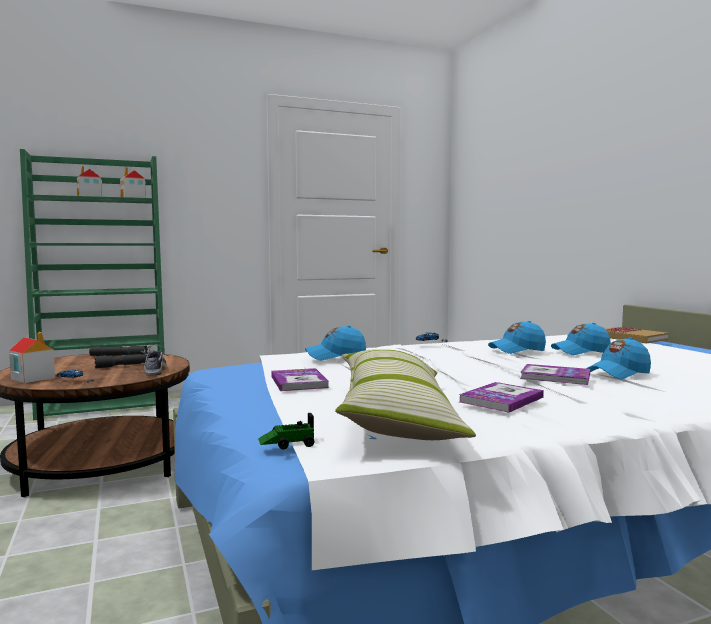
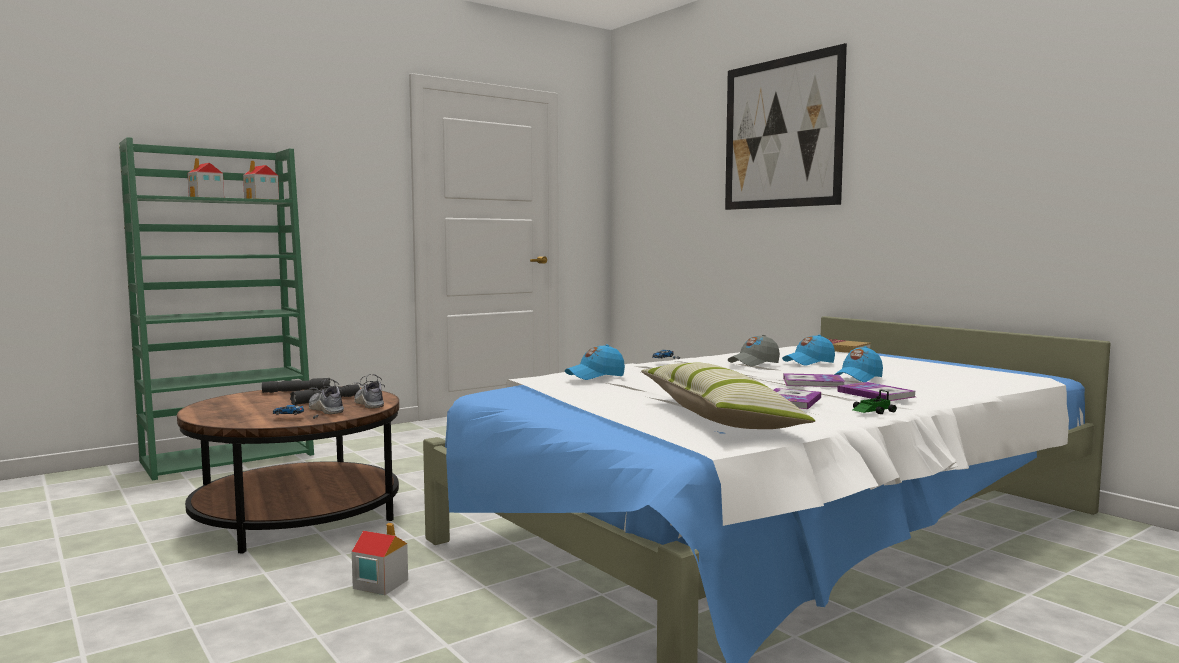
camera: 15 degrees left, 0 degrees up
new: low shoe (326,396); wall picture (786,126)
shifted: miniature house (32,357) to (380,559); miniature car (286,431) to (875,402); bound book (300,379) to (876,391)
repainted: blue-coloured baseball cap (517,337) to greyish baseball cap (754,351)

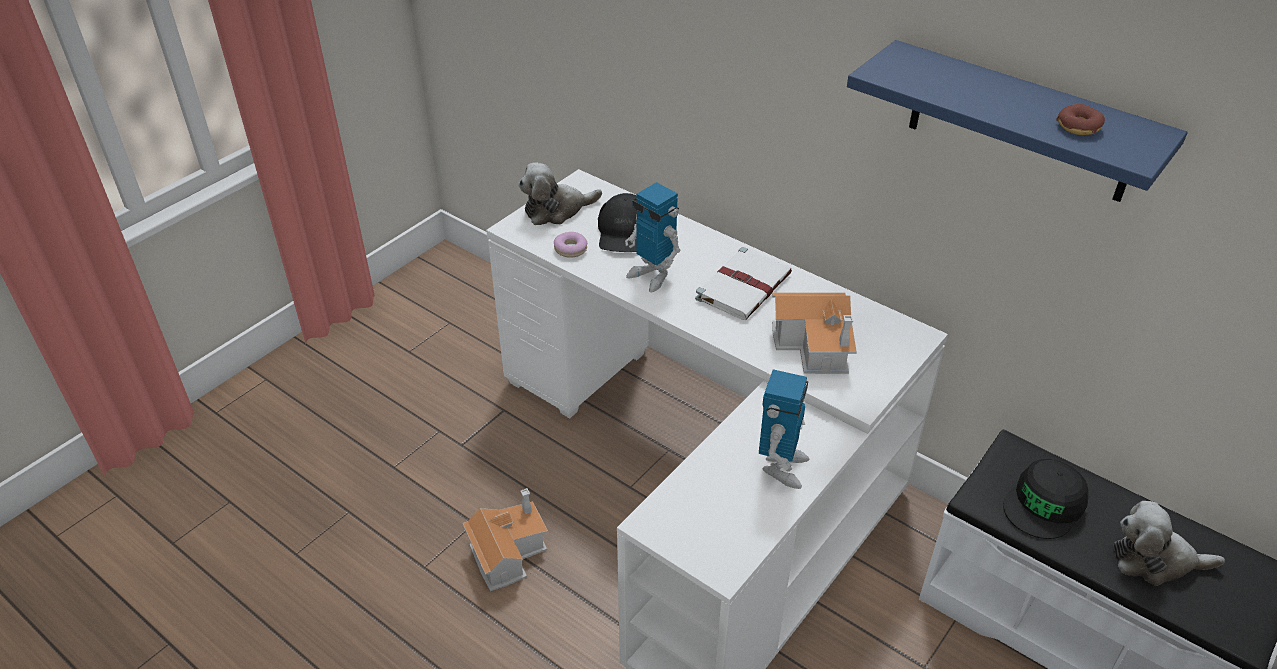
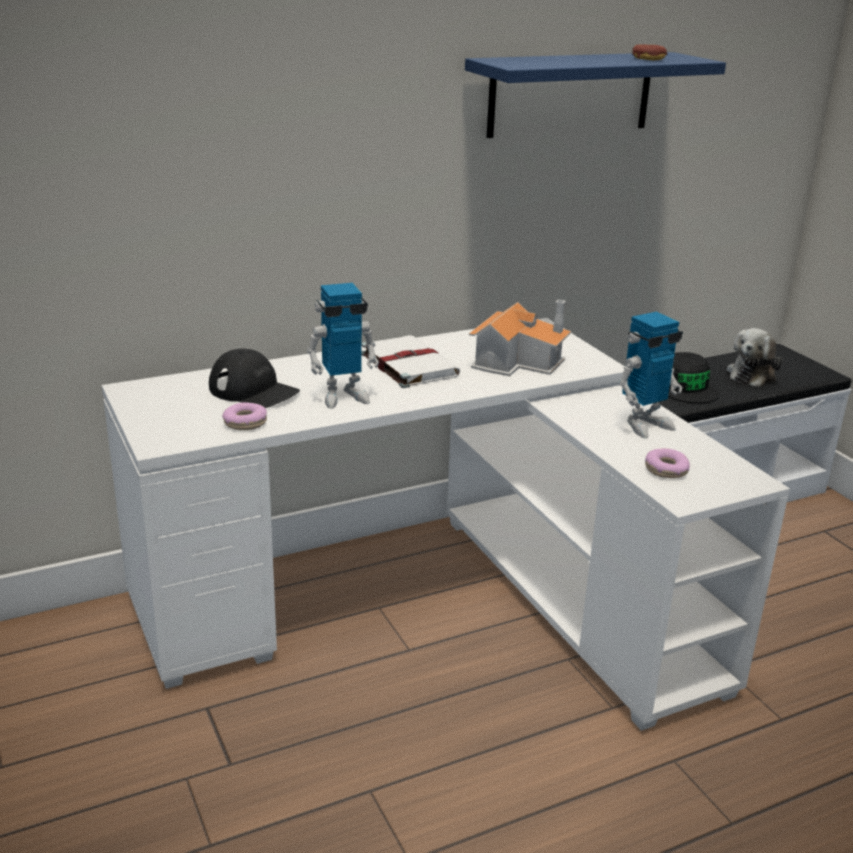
camera: 65 degrees left, 15 degrees down
gone: miniature house (505,539); cuddly toy (560,193)
new: ring doughnut (667,463)
rotated: toy robot (784,429) = (651,375) 105 degrees clockwise

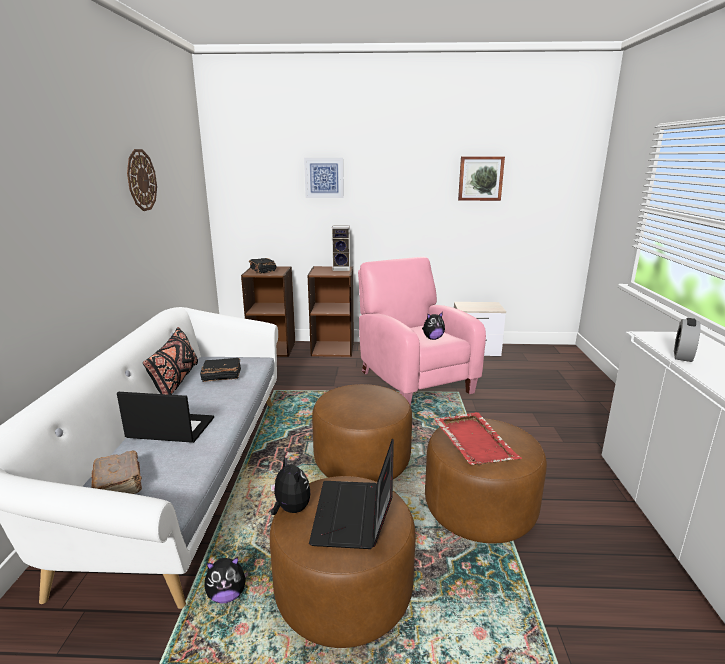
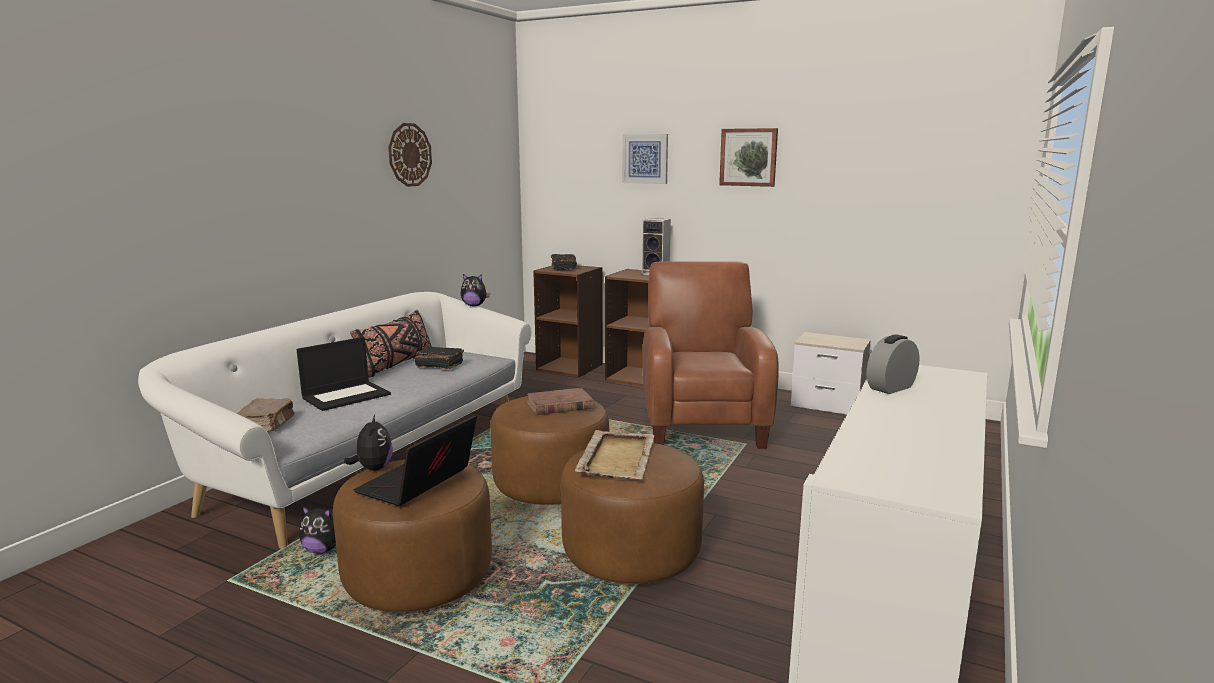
camera: 25 degrees right, 5 degrees down
new: brownish bound book (560,401)
shifted: cuddly toy (433,326) to (475,290); wall picture (481,178) to (748,157)
repainted: pink-coloured armchair (422,331) to brownish armchair (711,355); red serving tray (477,438) to sand-coloured serving tray (614,455)
rotated: portable computer (165,417) = (344,374) 105 degrees clockwise

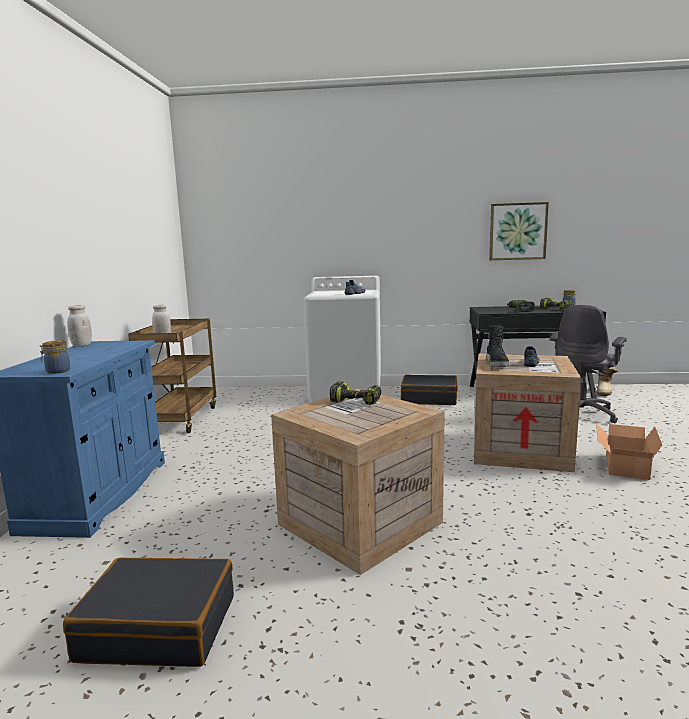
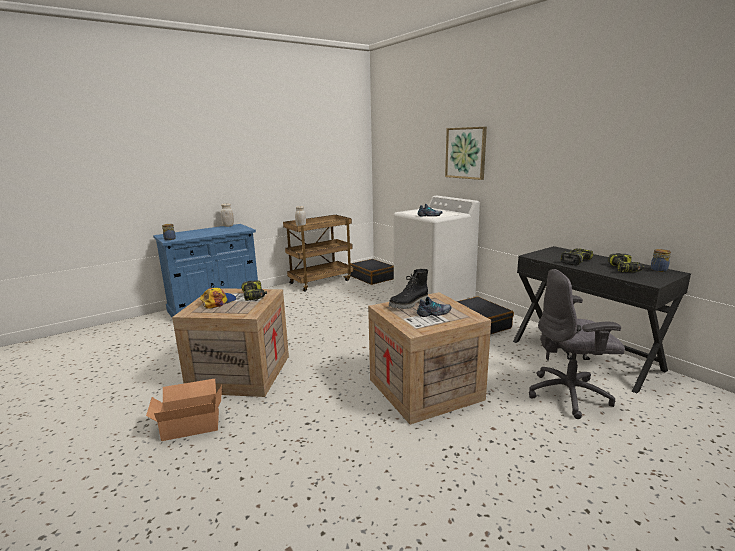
camera: 50 degrees right, 5 degrees up
gone: boot (607,380)
new: baseball cap (218,298)
shifted: black piece of luggage (148,612) to (372,272); wall picture (519,231) to (466,153); packing box (629,452) to (184,410)

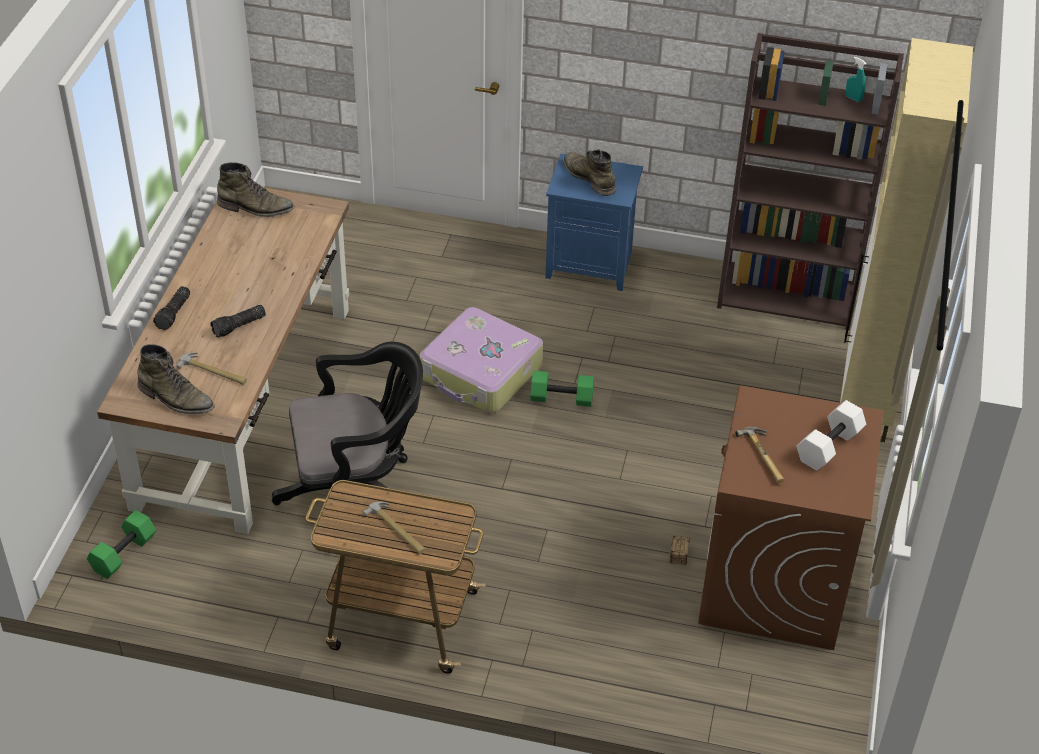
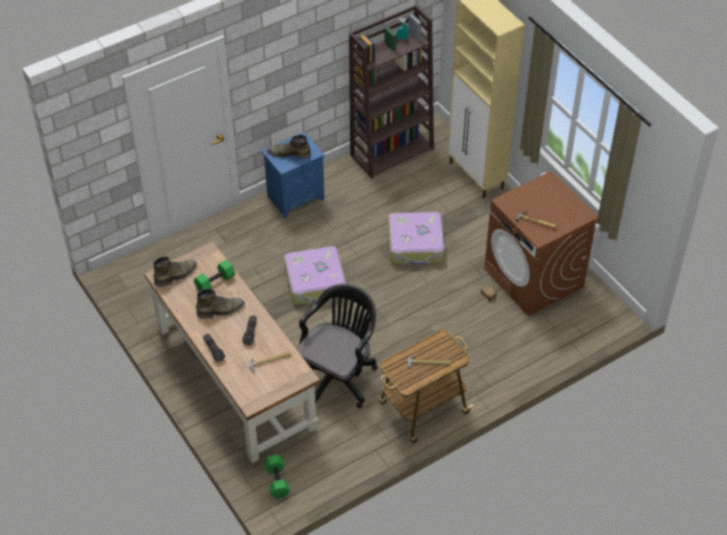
camera: 45 degrees left, 5 degrees up
gone: white-coloured dumbbell (831,435)
new: piece of luggage (416,238)
shifted: green-coloured boot (176,379) to (220,304); green-coloured dumbbell (562,389) to (214,275)

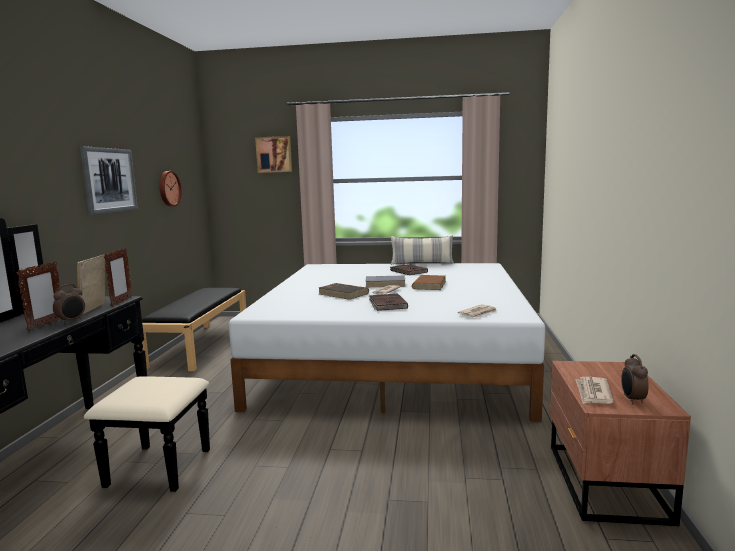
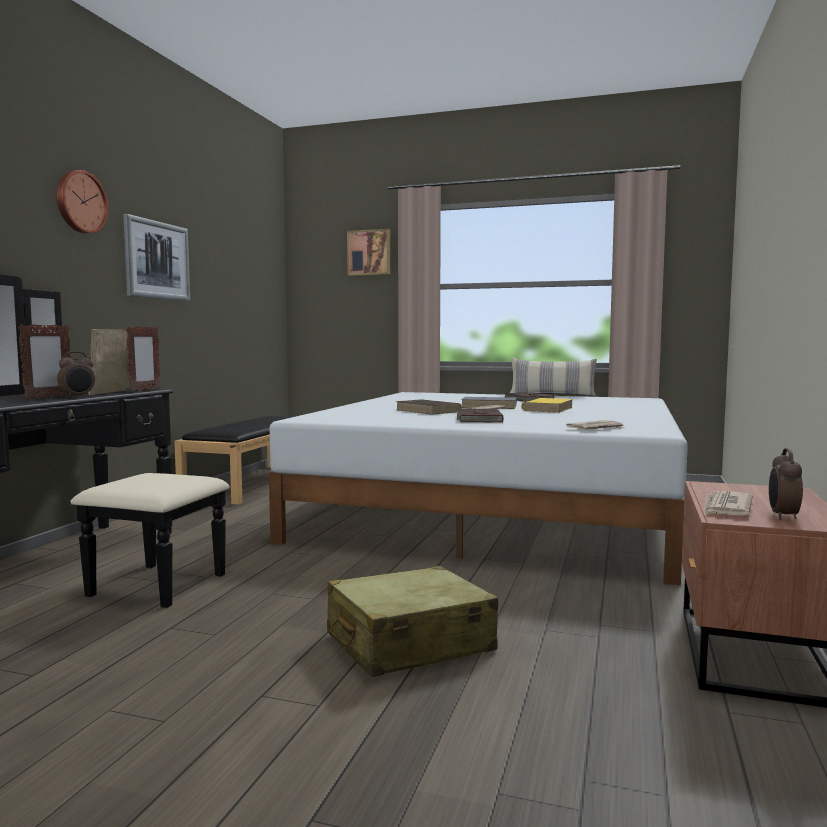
camera: 10 degrees right, 5 degrees down
new: sand-coloured piece of luggage (412,621)
shifted: wall clock (170,189) to (82,202)
repainted: brownish bound book (429,282) to yellow-coloured bound book (547,405)

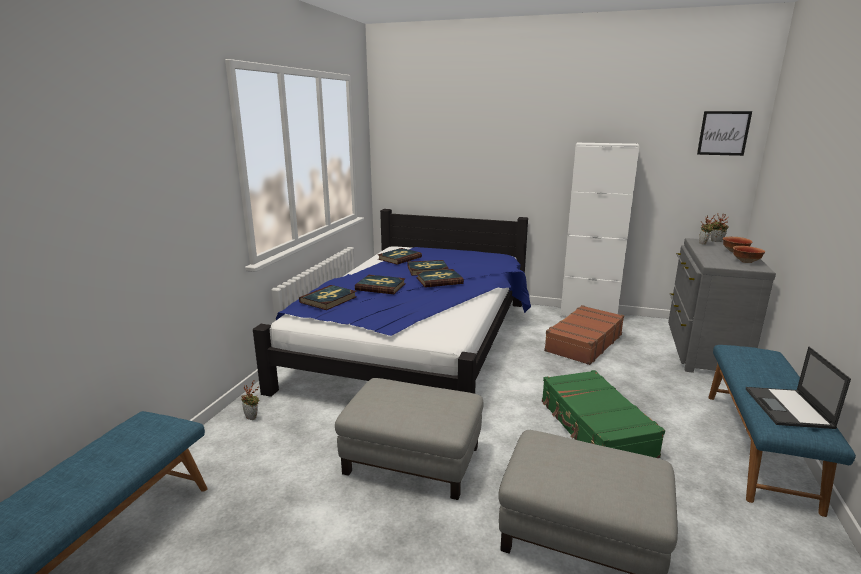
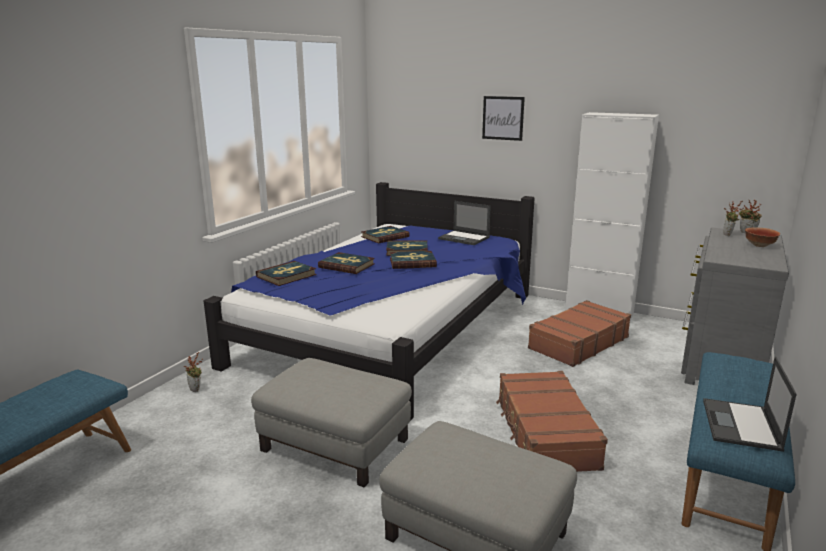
camera: 10 degrees right, 0 degrees up
gone: serving bowl (749,254)
new: portable computer (464,223)
shifted: wall picture (724,133) to (503,118)
repainted: green-coloured piece of luggage (603,414) to brownish piece of luggage (552,421)

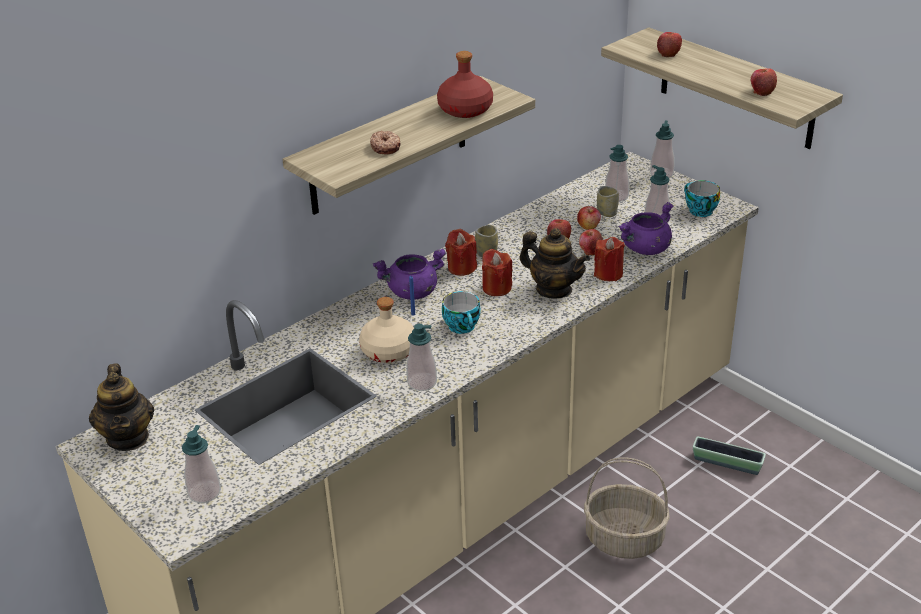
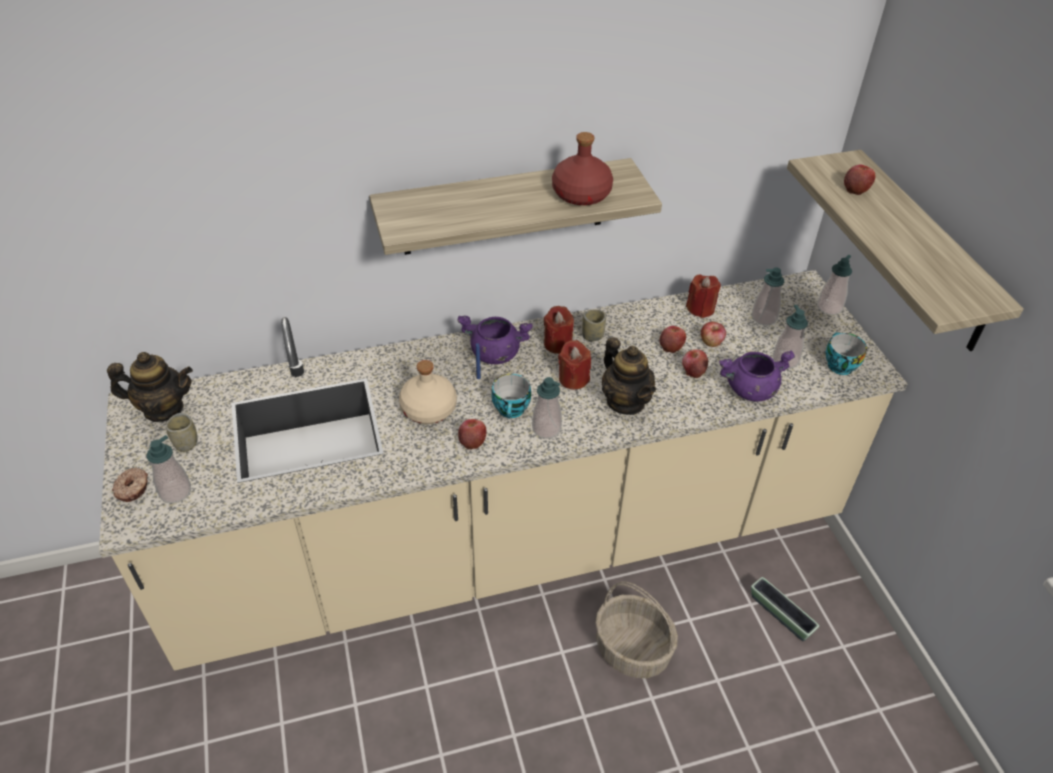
camera: 25 degrees right, 10 degrees up
shifted: ring doughnut (385,143) to (130,484); soap bottle (421,357) to (547,408); red wax light (609,259) to (703,296); drinking cup (608,201) to (181,432); apple (764,82) to (472,434)
rotated: pot for tea (121,407) = (150,387) 105 degrees counterclockwise

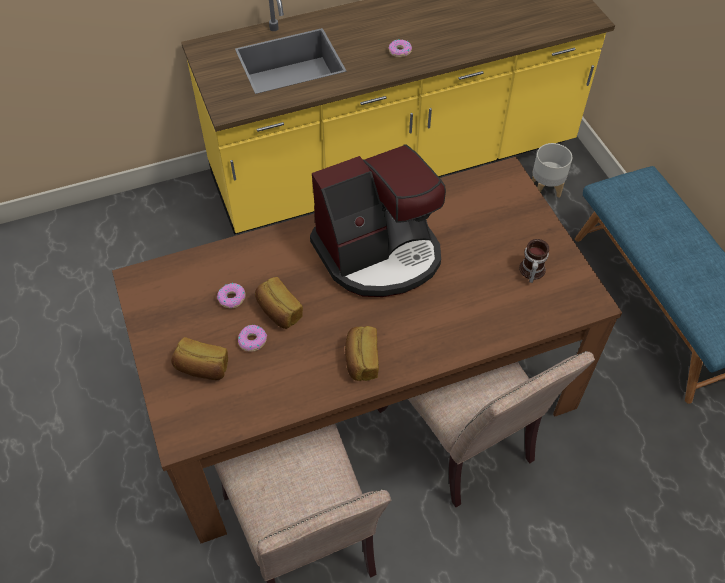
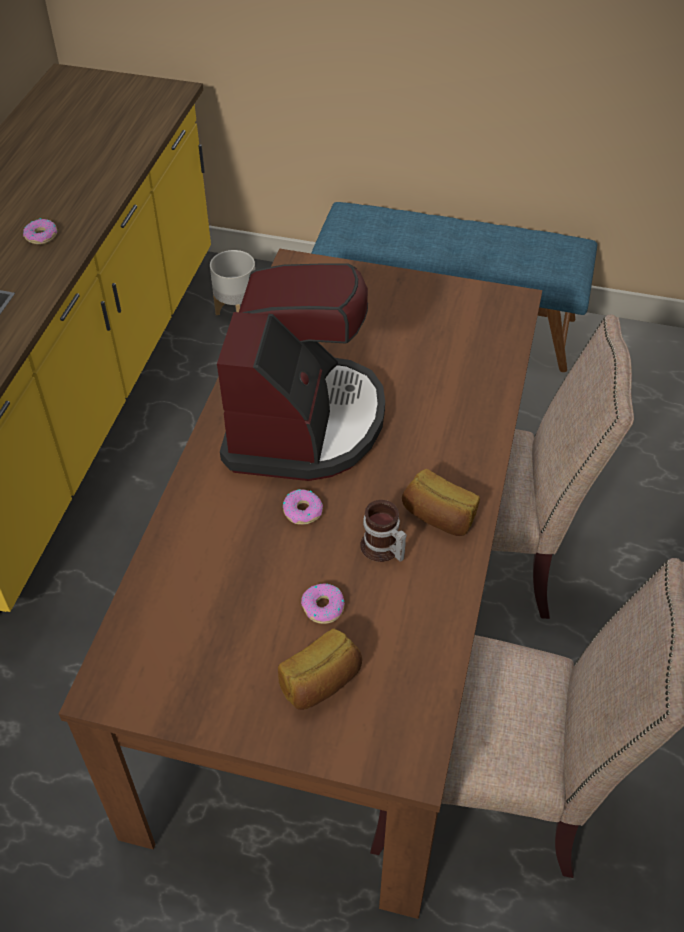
camera: 55 degrees left, 5 degrees down
gone: bakery bread (279,303)
shifted: ring doughnut (231,295) to (303,507); tea mug (534,261) to (383,531)

